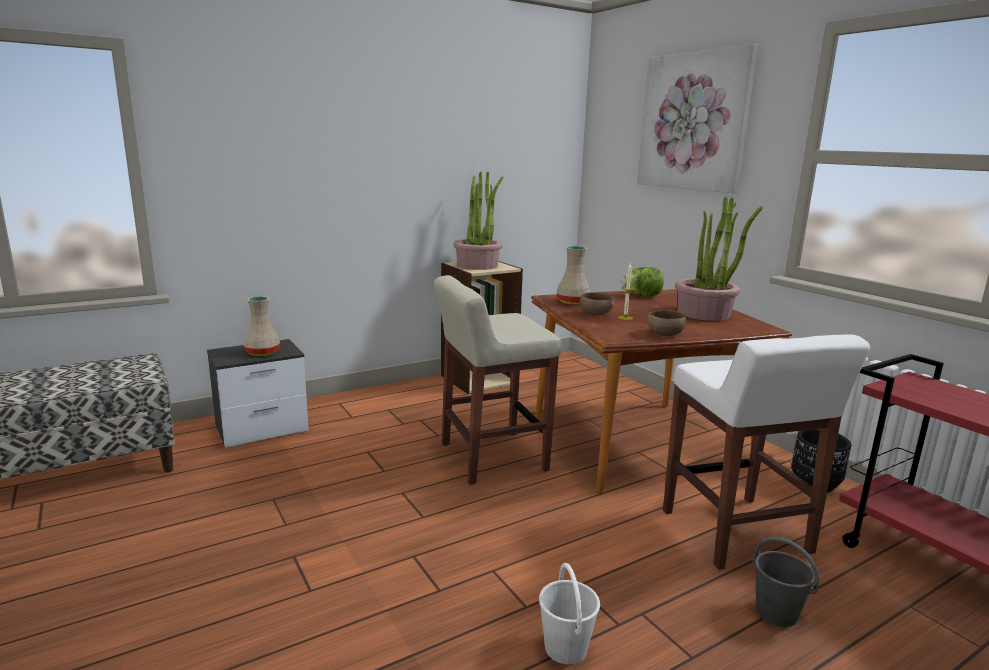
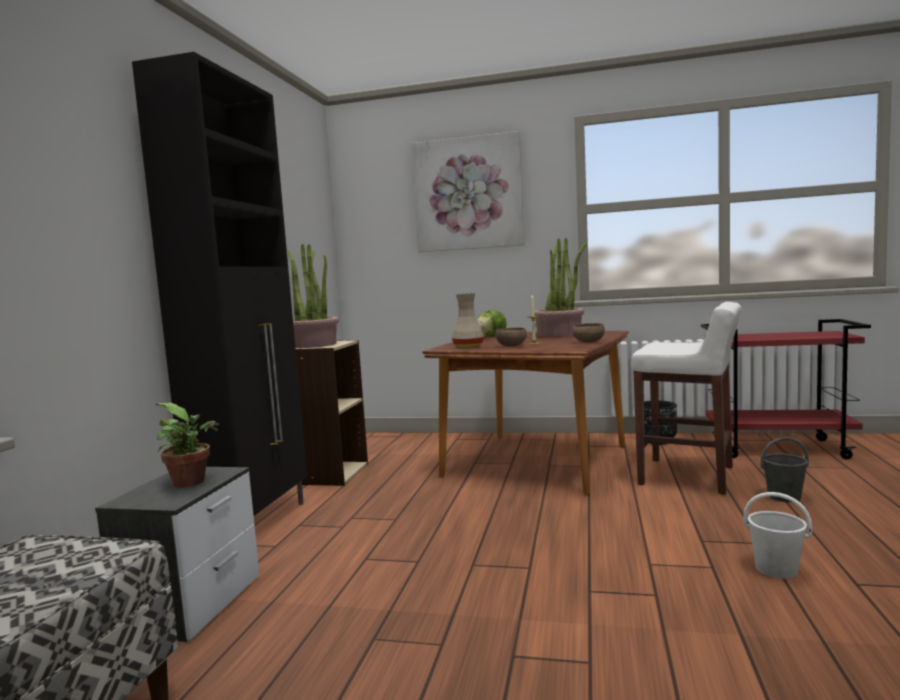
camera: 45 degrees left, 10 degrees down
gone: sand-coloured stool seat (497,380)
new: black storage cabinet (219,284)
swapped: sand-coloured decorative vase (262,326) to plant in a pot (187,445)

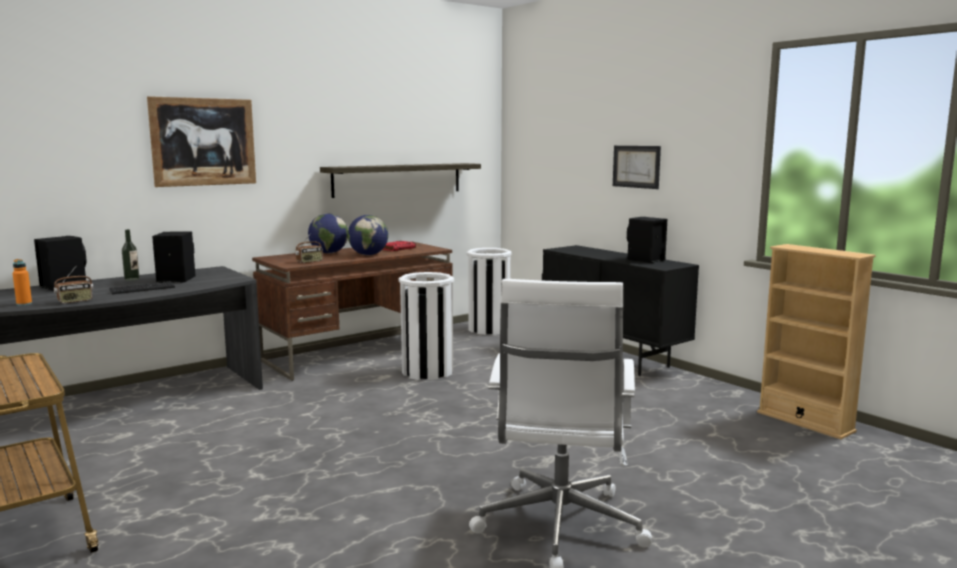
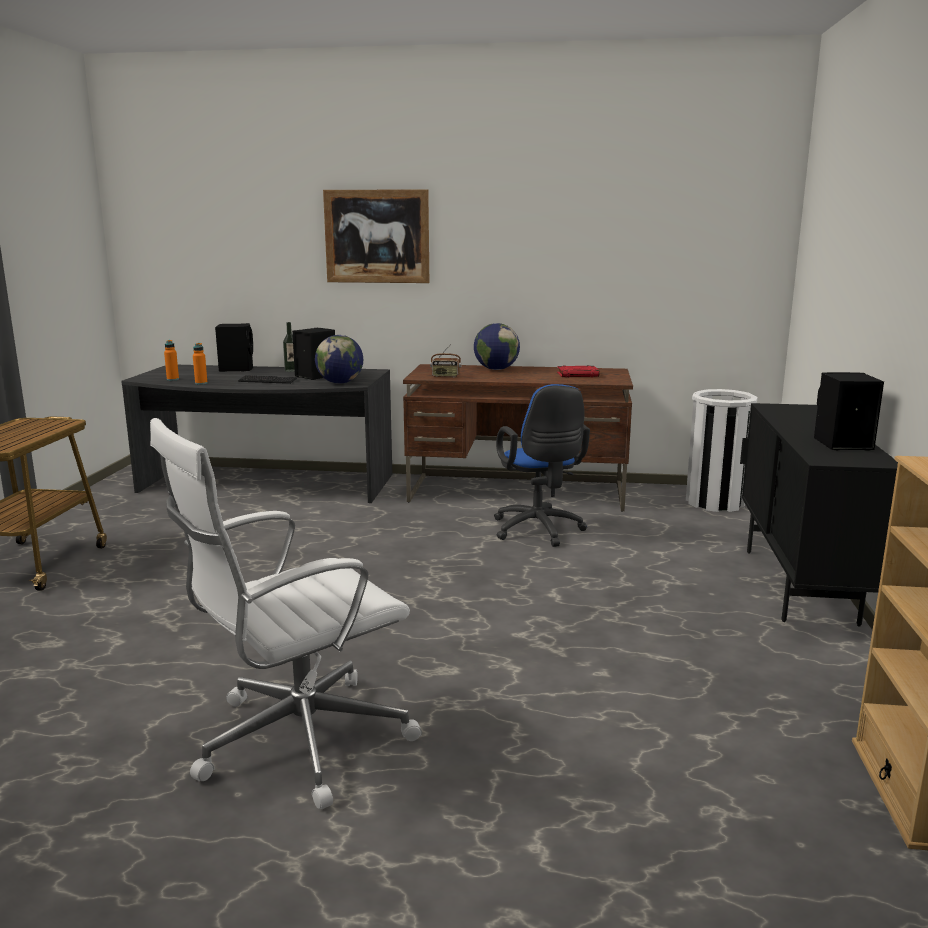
camera: 45 degrees right, 5 degrees up
gone: bracket shelf (400,180); wall picture (637,167)
shifted: world globe (368,235) to (339,359)
swapped: radio receiver (73,284) to orangey drink bottle (200,364); white-coloured rubbish bin (426,326) to blue-coloured computer chair (542,465)

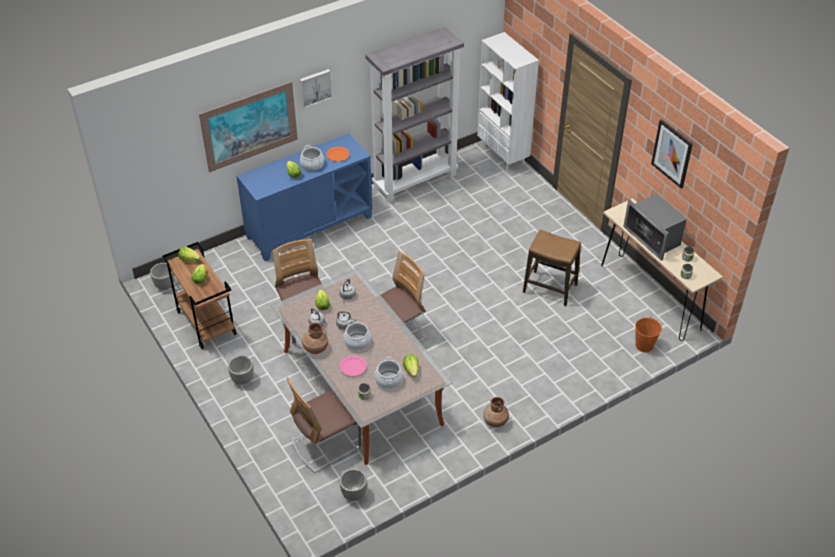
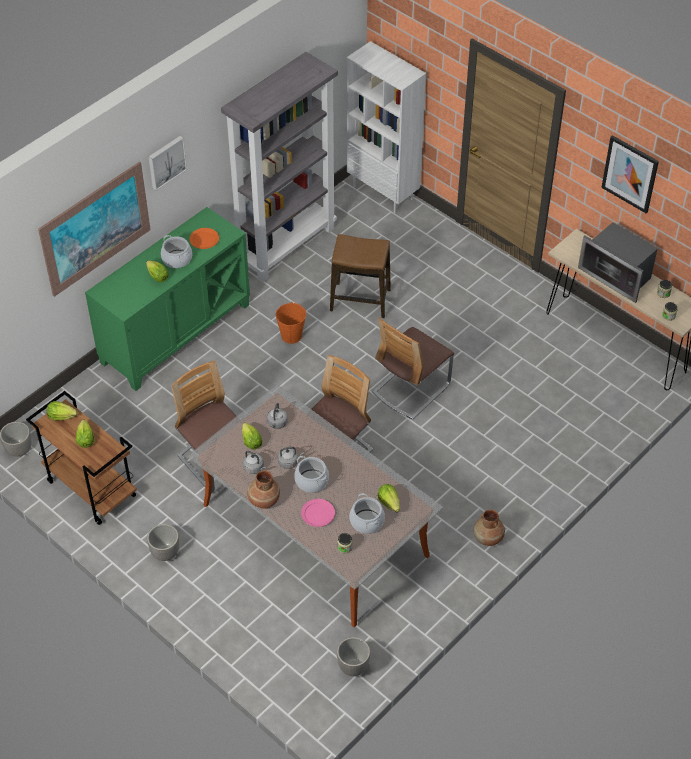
camera: 15 degrees left, 5 degrees up
shifted: plain chair (323,425) to (413,369); stool seat (552,268) to (360,276); orangey bucket (648,334) to (291,323)
repainted: blue-coloured storage cabinet (304,197) to green-coloured storage cabinet (167,299)

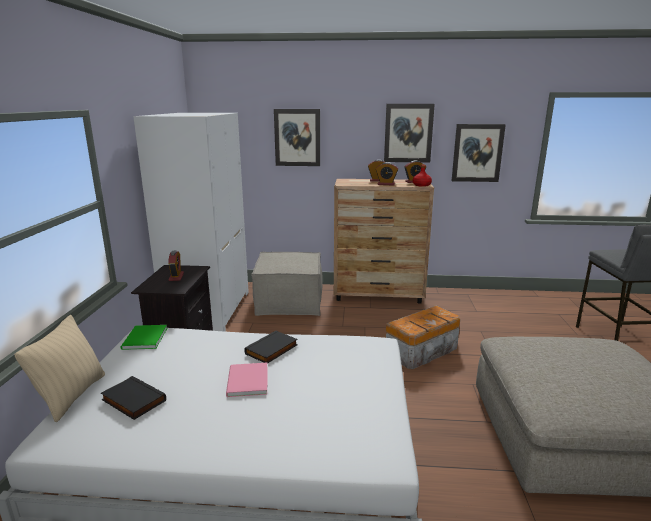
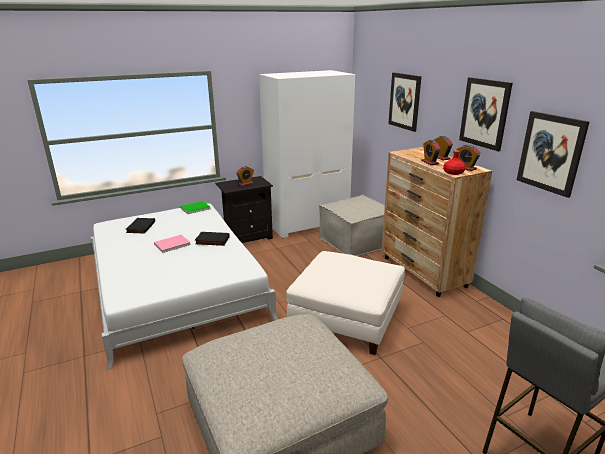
camera: 60 degrees right, 5 degrees up
gone: sand-coloured throw pillow (59,368)
swapped: storage box (423,337) to white-coloured ottoman (345,303)

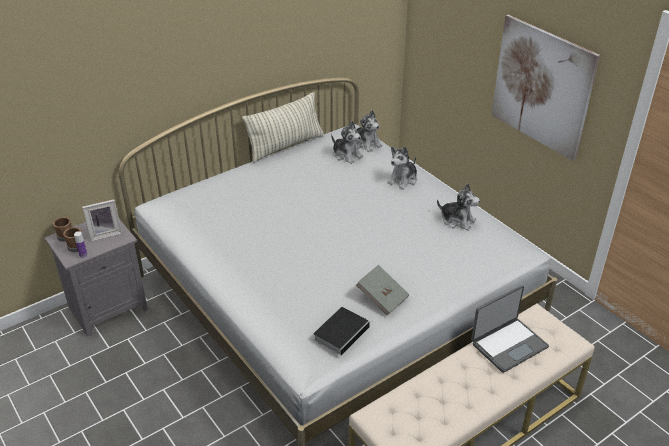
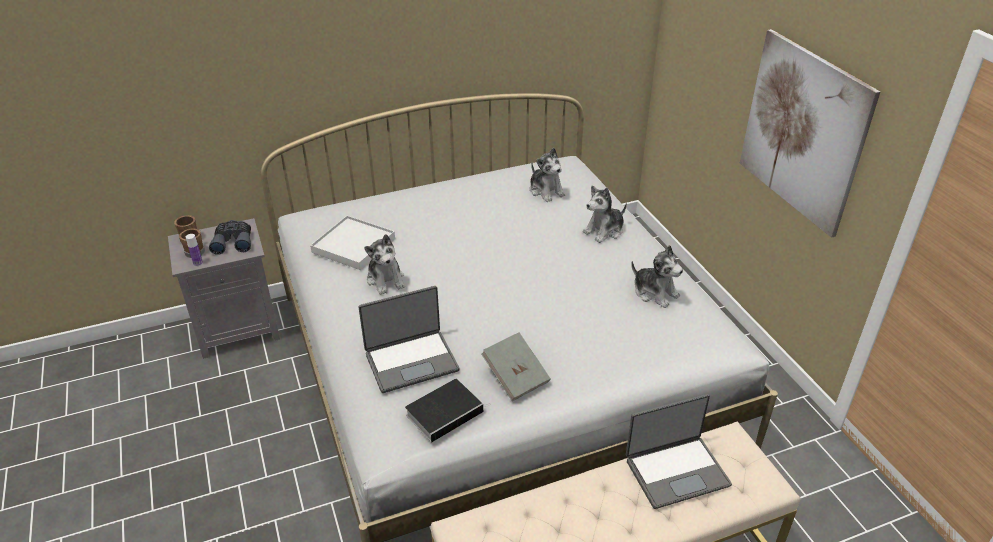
camera: 15 degrees right, 0 degrees up
gone: throw pillow (283,127)
new: white-coloured serving tray (352,243); portable computer (408,339)
shifted: cuddly toy (367,131) to (384,264)
swapped: photo frame (102,220) to greyish field glasses (230,237)

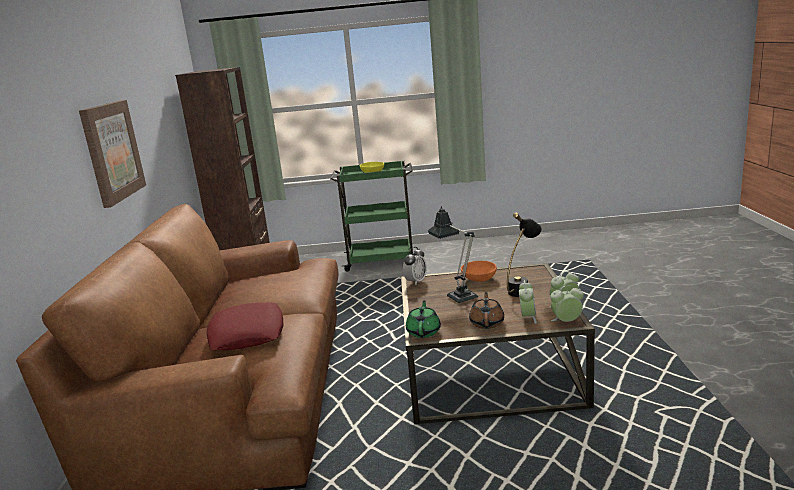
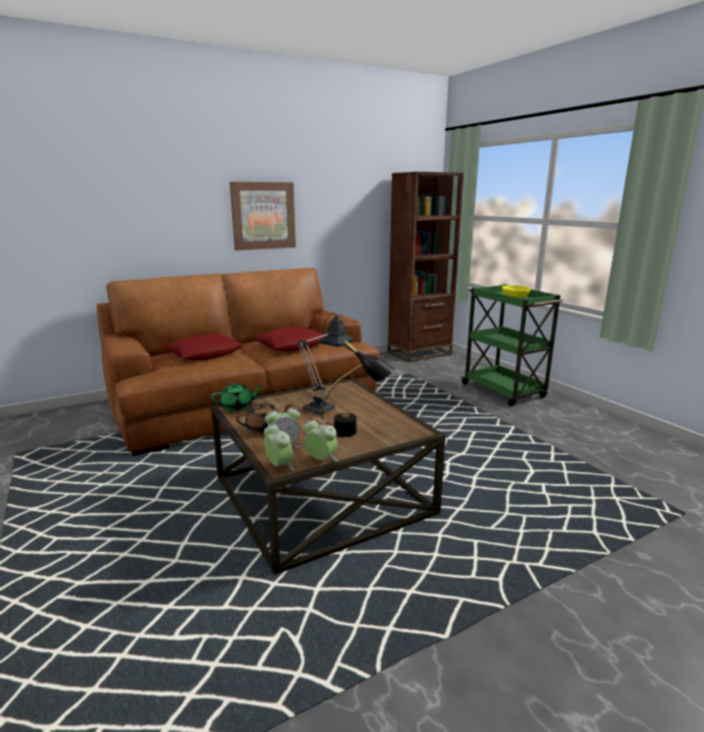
camera: 60 degrees right, 0 degrees up
gone: bedside clock (415,266); orangey serving bowl (479,271)
new: red throw pillow (290,339)

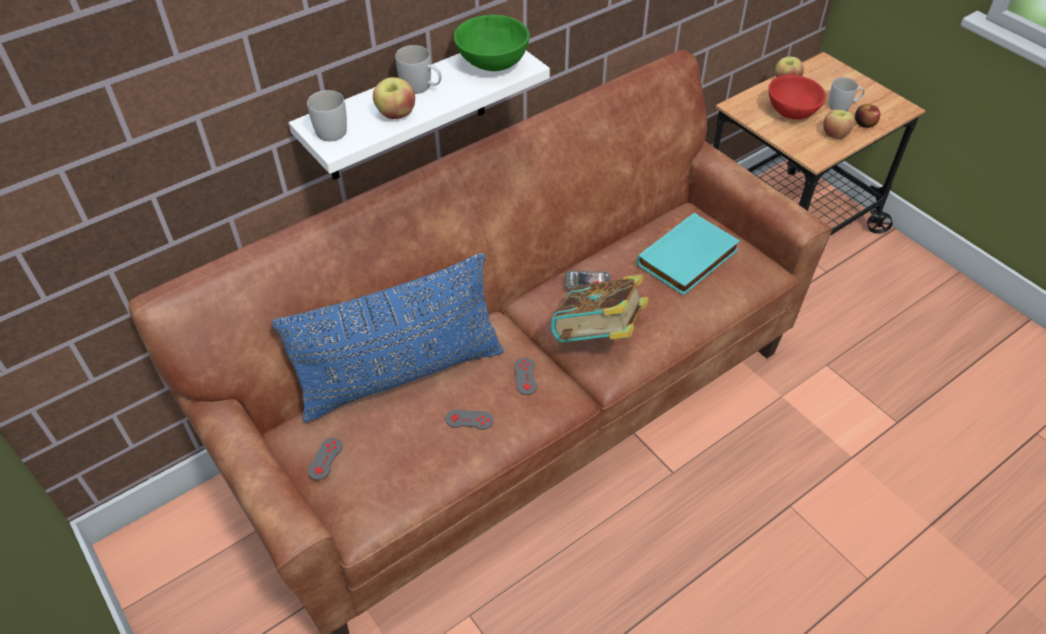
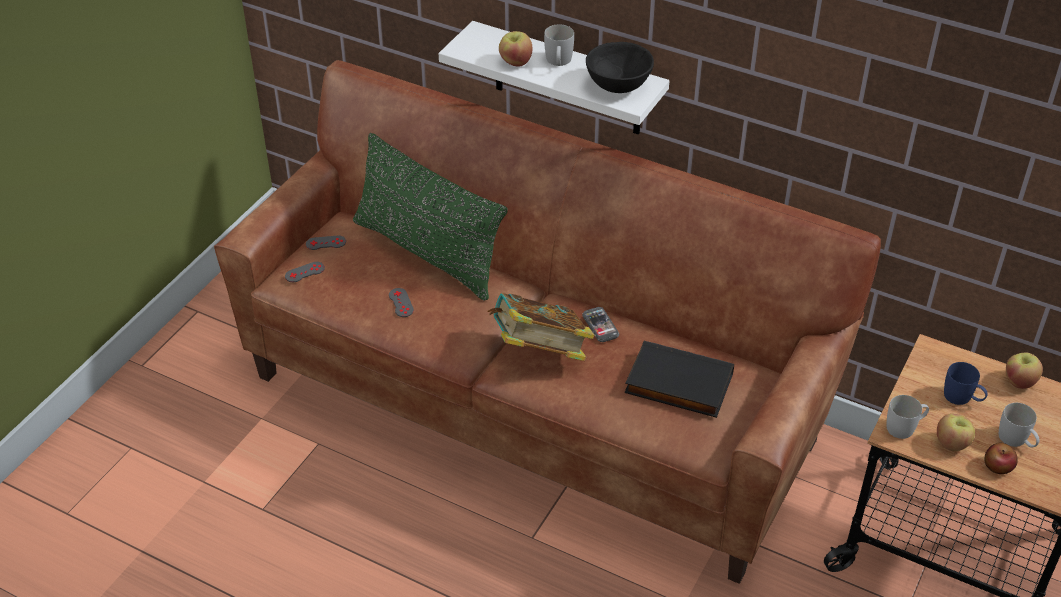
camera: 65 degrees right, 5 degrees down
shifted: white-coloured tea mug (327,115) to (908,417); greyish gamepad (526,376) to (305,272)
swapped: red serving bowl (797,97) to blue-coloured tea mug (966,383)
repainted: blue-coloured throw pillow (388,338) to green-coloured throw pillow (430,216); green-coloured serving bowl (492,43) to black serving bowl (620,67); turquoise bound book (688,254) to black bound book (679,379)

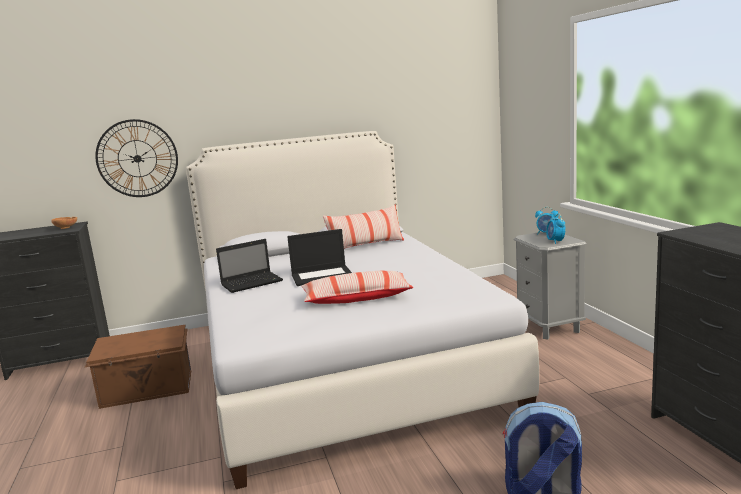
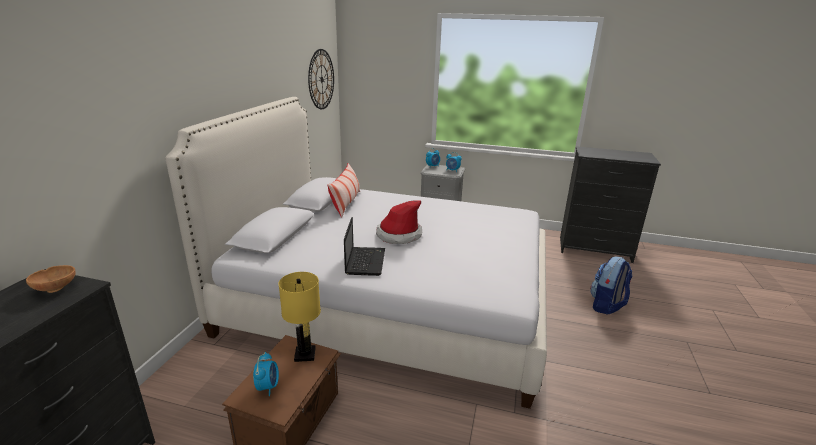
camera: 60 degrees left, 10 degrees up
gone: throw pillow (357,287)
new: bedside clock (266,374); yellow-coloured table lamp (299,317)
shifted: wall clock (136,158) to (321,79)
swapped: portable computer (319,257) to clothing hat (399,222)

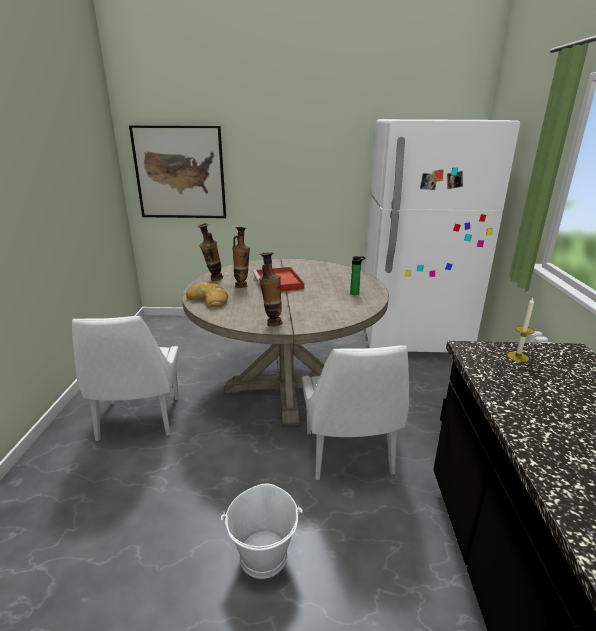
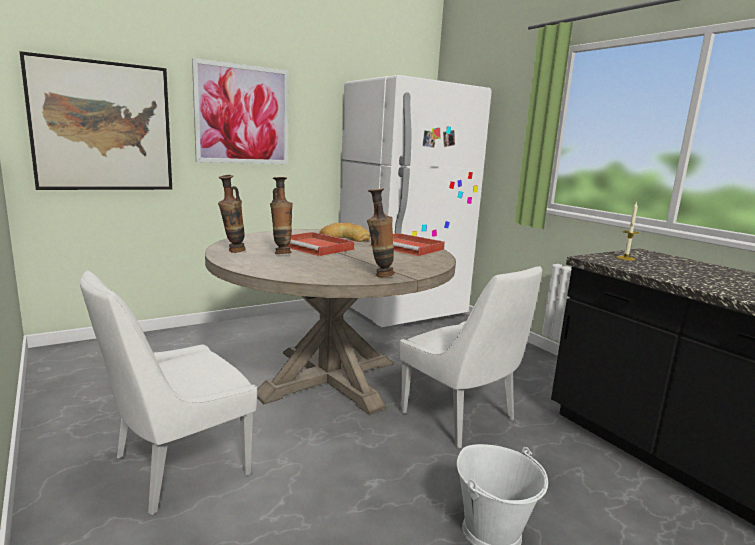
camera: 35 degrees left, 10 degrees down
new: wall picture (240,111)
shifted: bakery bread (207,294) to (344,232)
swapped: drink bottle (357,275) to red serving tray (407,244)
rotated: white-coloured plain chair (125,378) = (168,393) 90 degrees clockwise

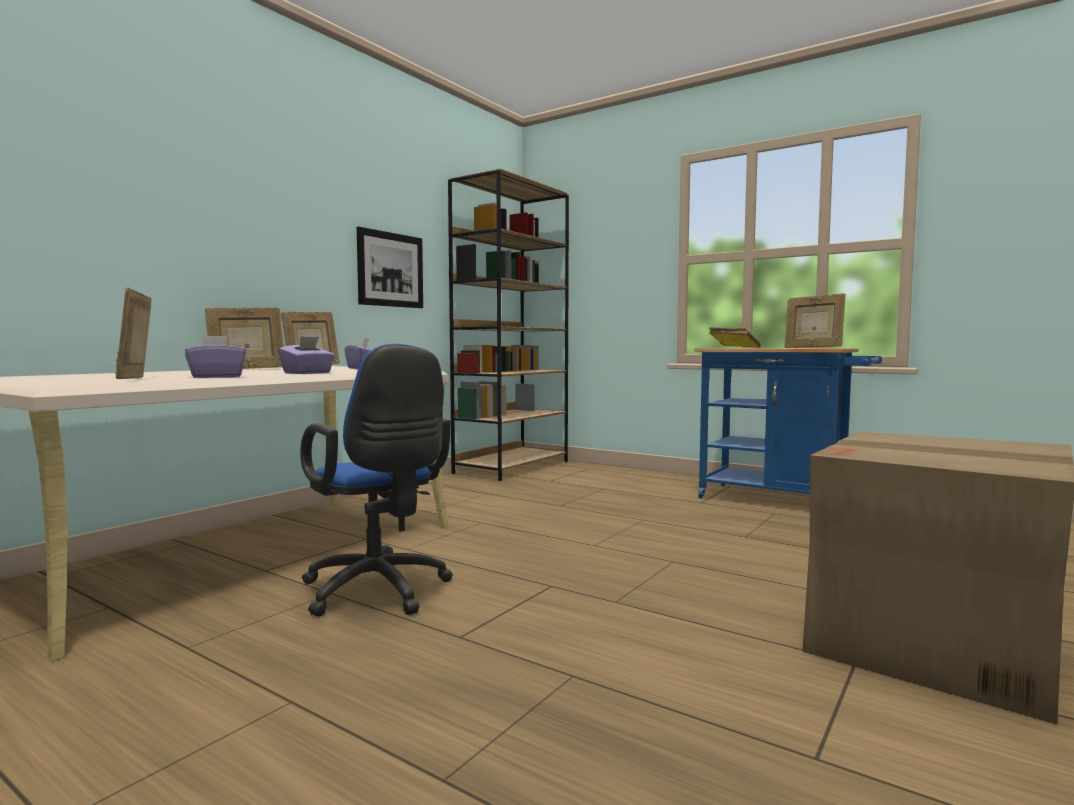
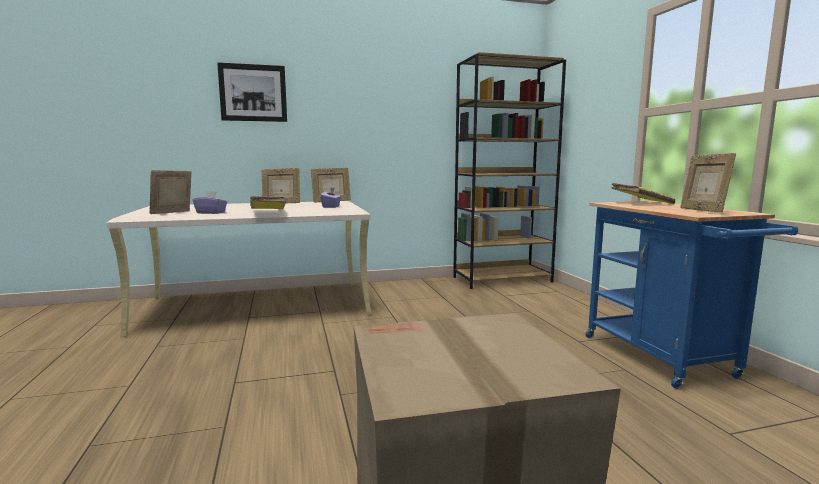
camera: 40 degrees right, 5 degrees up
gone: blue-coloured computer chair (376,480)
shifted: wall picture (390,267) to (252,92)
swapped: purple-coloured box of tissues (306,355) to yellow-coloured bound book (268,202)

